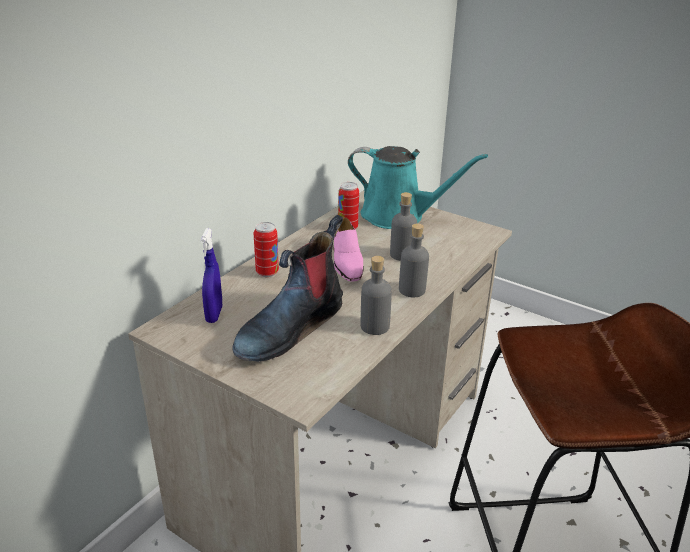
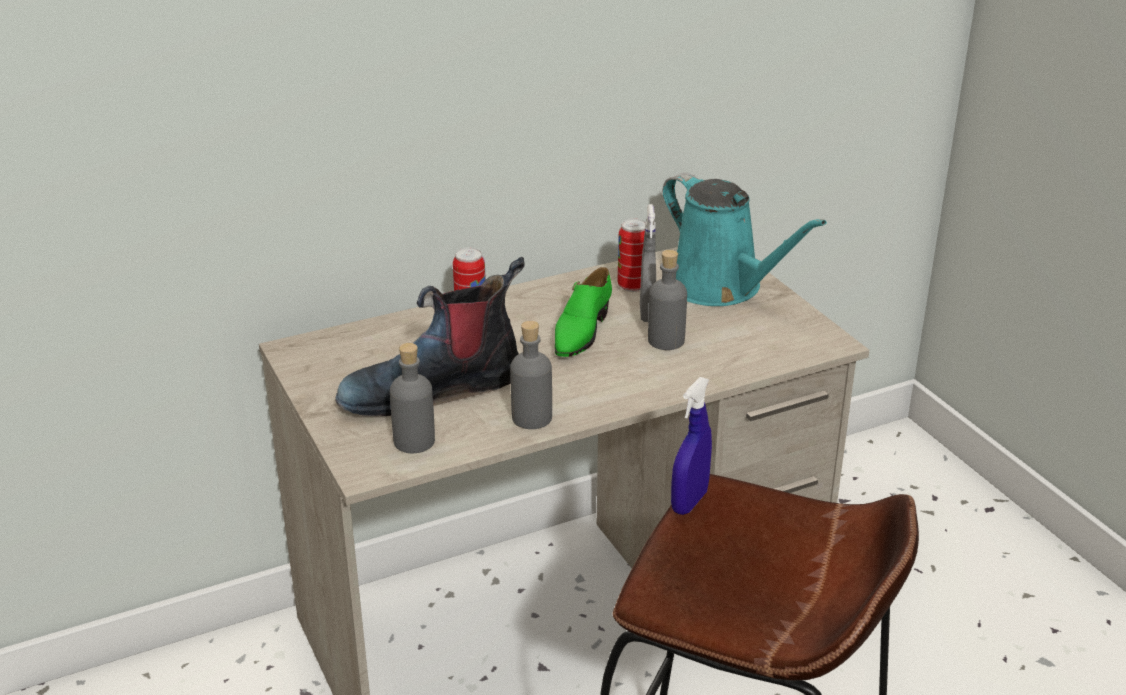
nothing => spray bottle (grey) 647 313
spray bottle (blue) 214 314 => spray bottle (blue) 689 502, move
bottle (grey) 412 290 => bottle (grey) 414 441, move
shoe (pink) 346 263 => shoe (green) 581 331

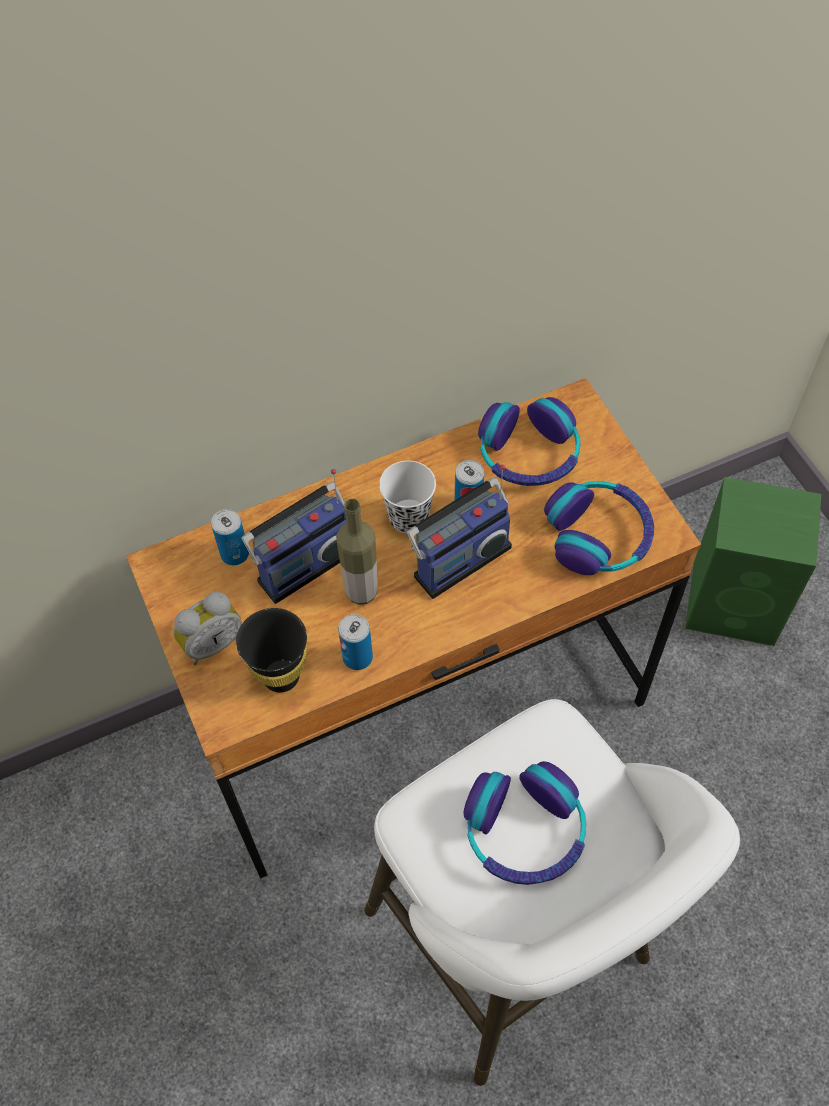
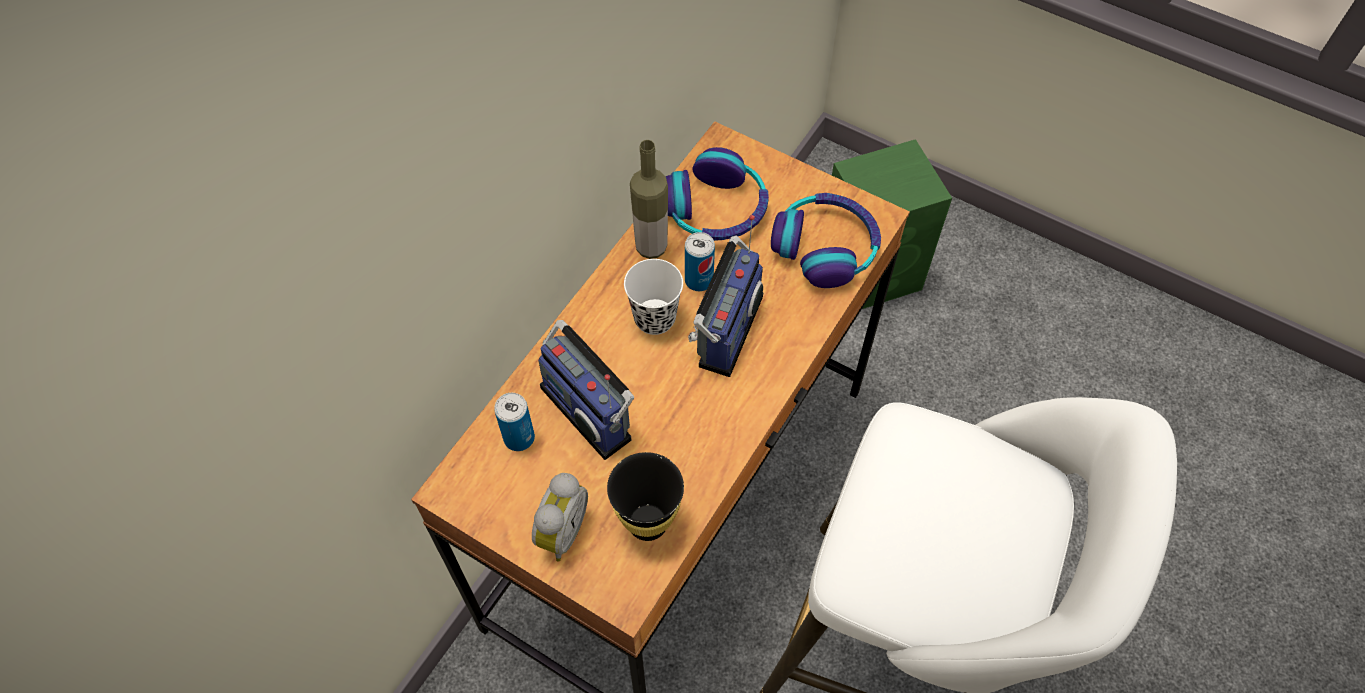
can 357 657 => nothing
headphones 524 831 => nothing
bottle 361 591 => bottle 651 247, move
radio 304 563 => radio 590 409, 120 degrees clockwise

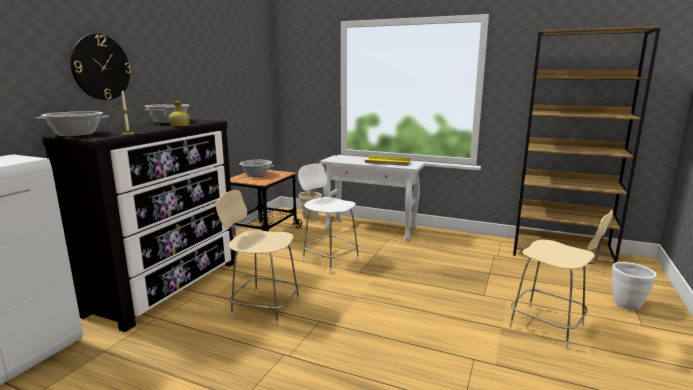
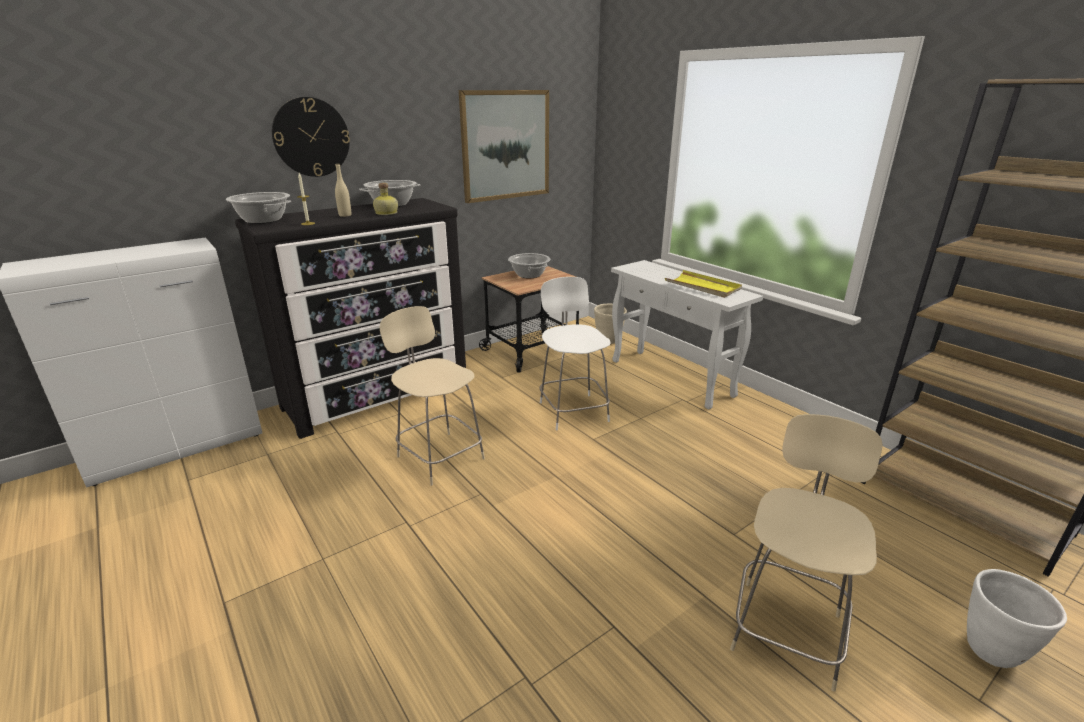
nothing => bottle (beige) 345 215
nothing => picture 506 145
chair (beige) 549 327 => chair (beige) 787 628, 135 degrees counterclockwise

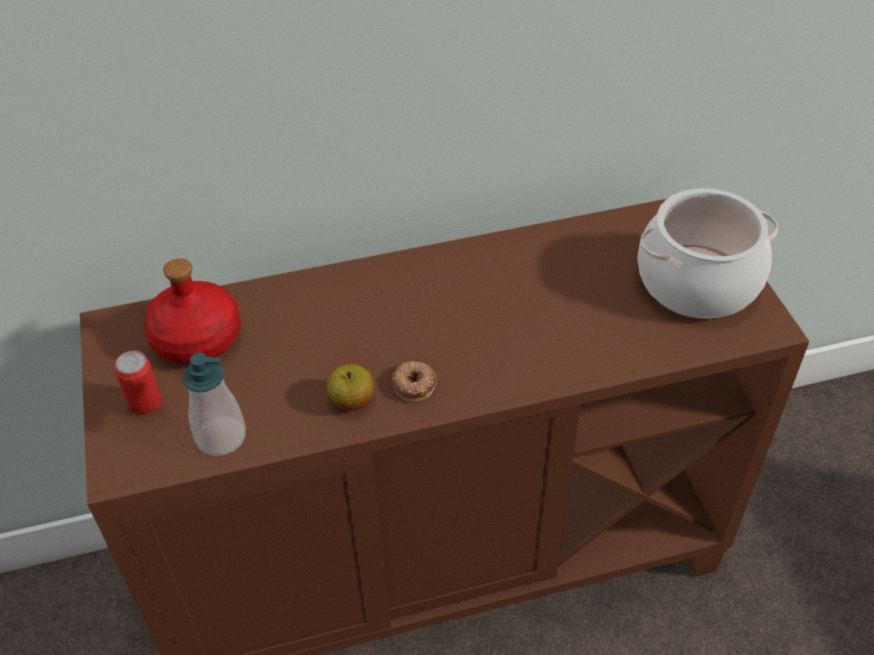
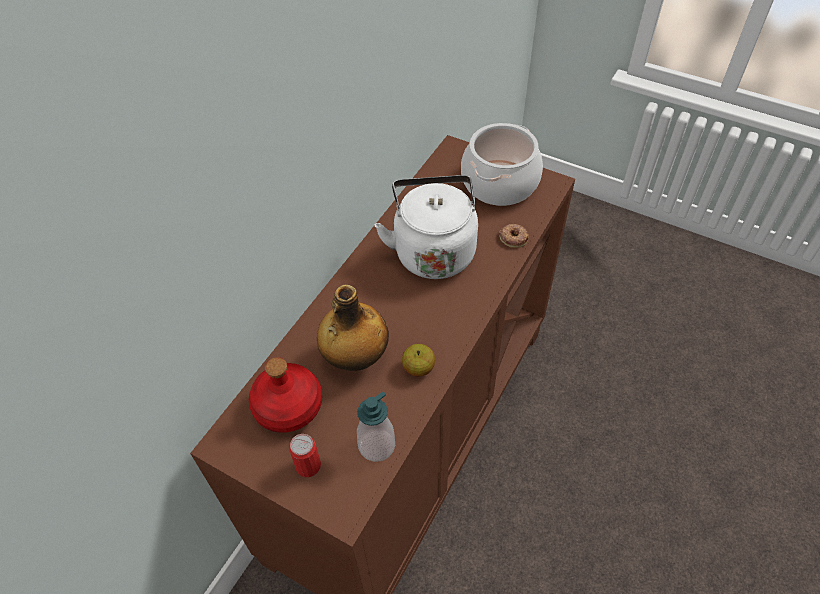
nothing => bottle 355 358
nothing => kettle (white) 433 250
donut 414 384 => donut 513 237, move

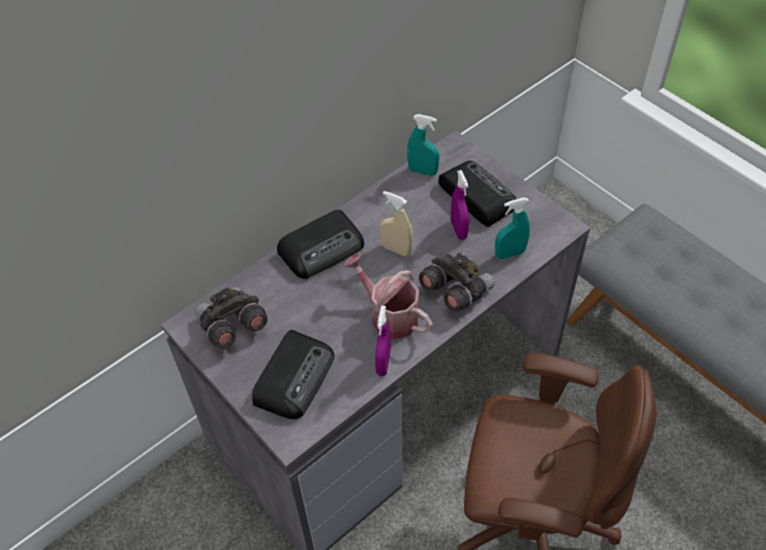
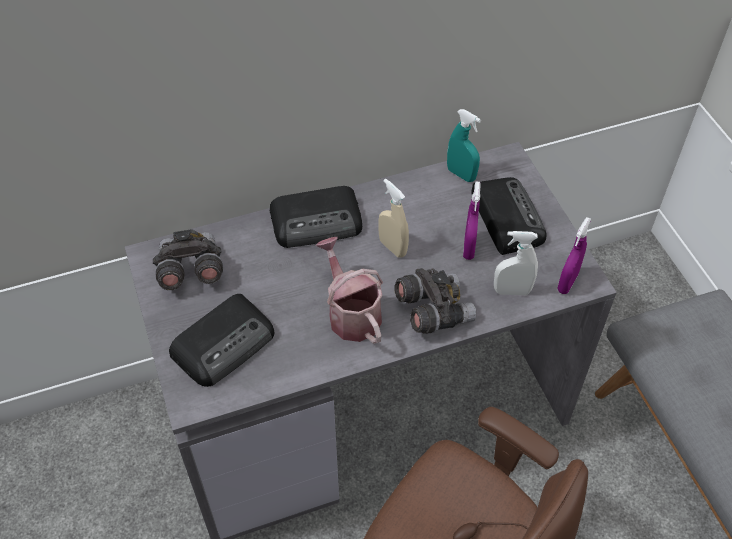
spray bottle (purple) 383 363 => spray bottle (purple) 567 282, move
spray bottle (turquoise) 509 253 => spray bottle (white) 512 291

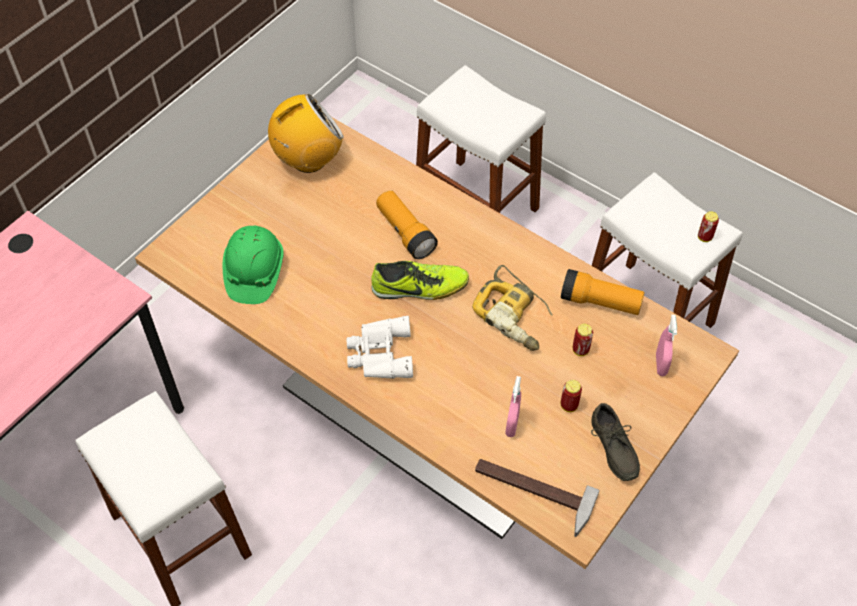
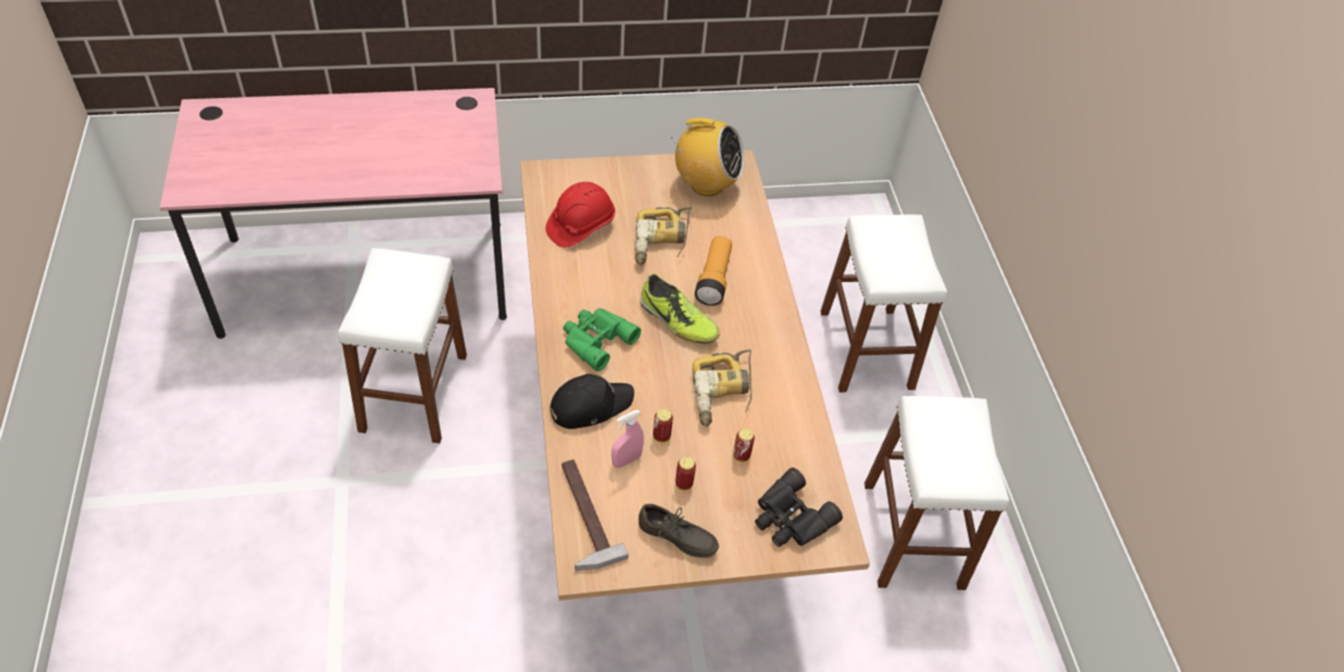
flashlight 600 302 => nothing
nothing => cap (black) 590 405
nothing => power drill 662 242
can 704 237 => can 661 436, move
spray bottle (pink) 660 364 => binoculars (black) 790 518
hard hat (green) 254 273 => hard hat (red) 580 226
binoculars (white) 379 354 => binoculars (green) 595 340
shoe (grey) 611 449 => shoe (grey) 676 539, 90 degrees counterclockwise

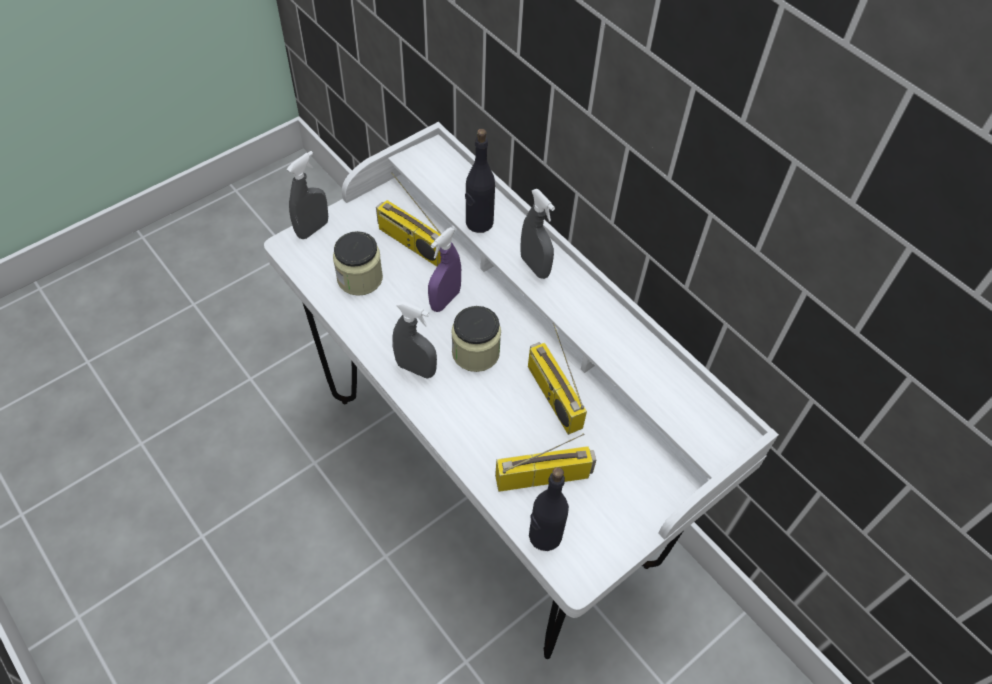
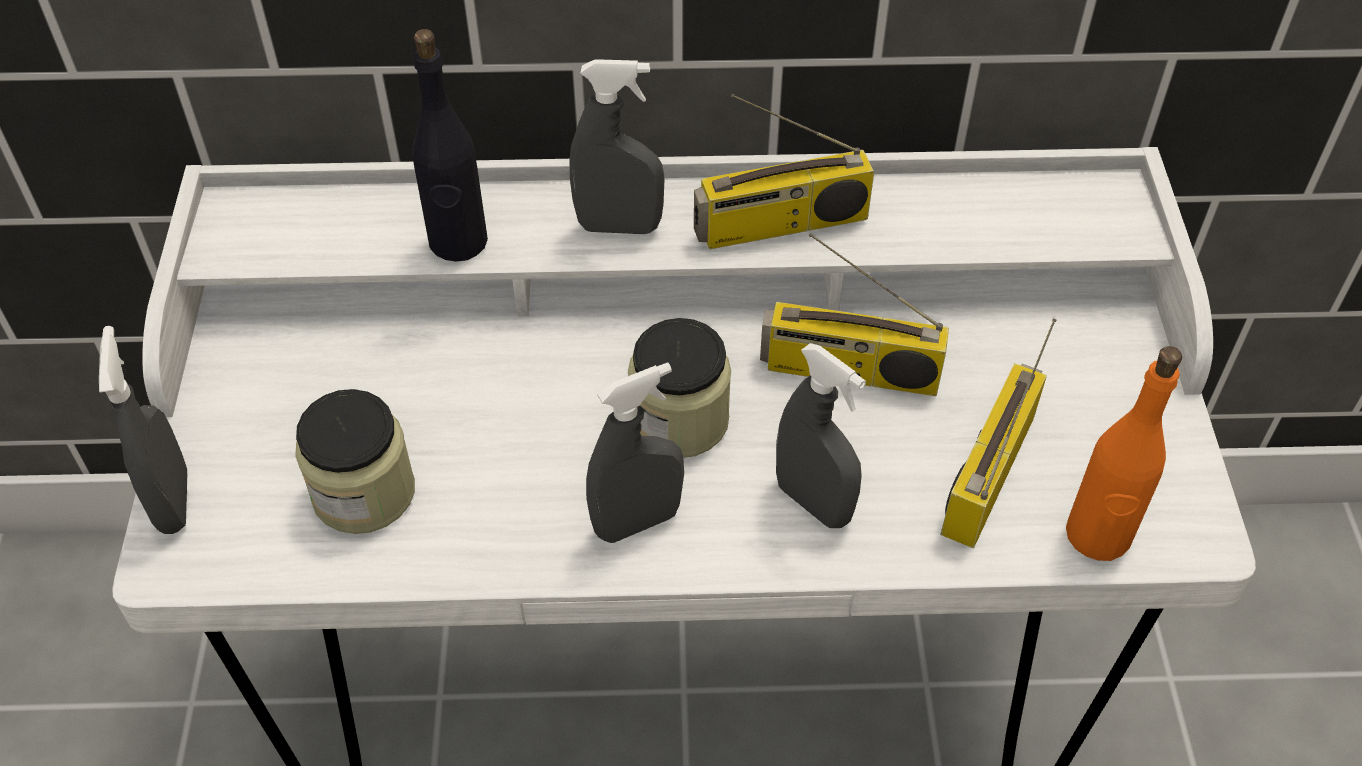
spray bottle (purple) 445 300 => nothing
nothing => spray bottle (grey) 813 503
radio 410 243 => radio 780 226, move
bottle (black) 544 535 => bottle (orange) 1098 535

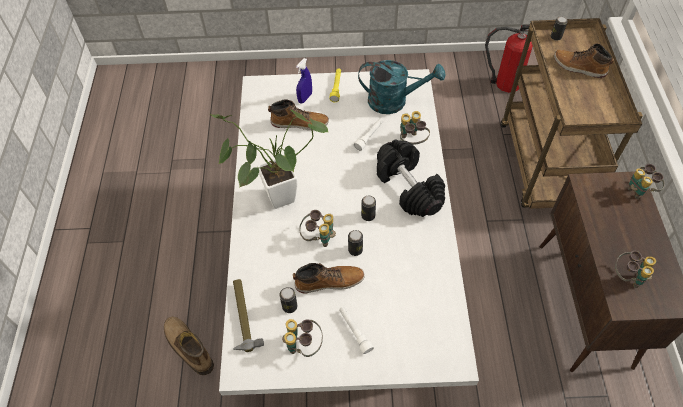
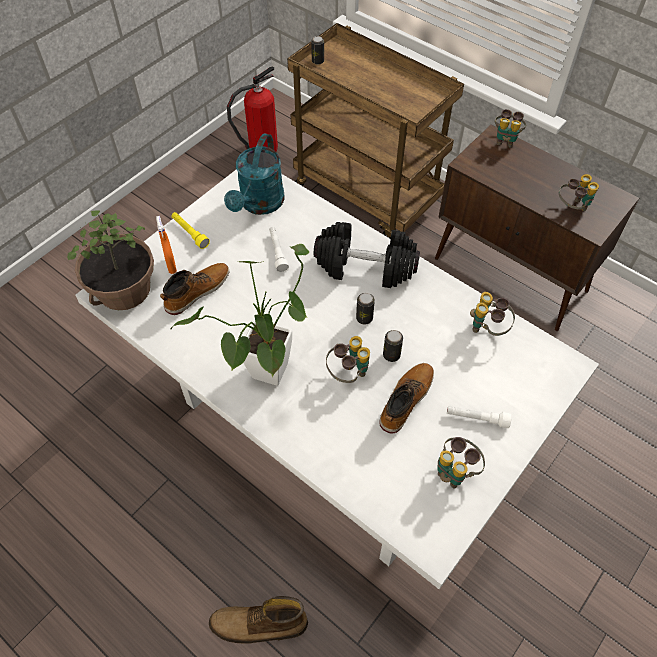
hammer 243 317 => nothing
can 289 306 => nothing
boot 579 67 => nothing
nothing => potted plant 124 289
binoculars 411 141 => binoculars 487 328, move
spray bottle (blue) 305 98 => spray bottle (orange) 171 265
watering can (turquoise) 394 101 => watering can (turquoise) 259 205, 150 degrees clockwise

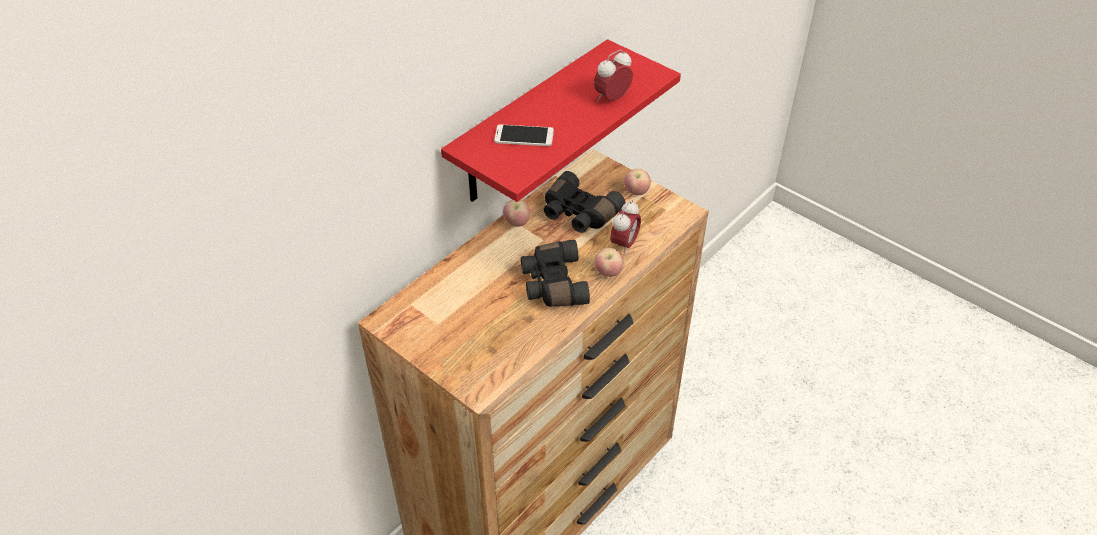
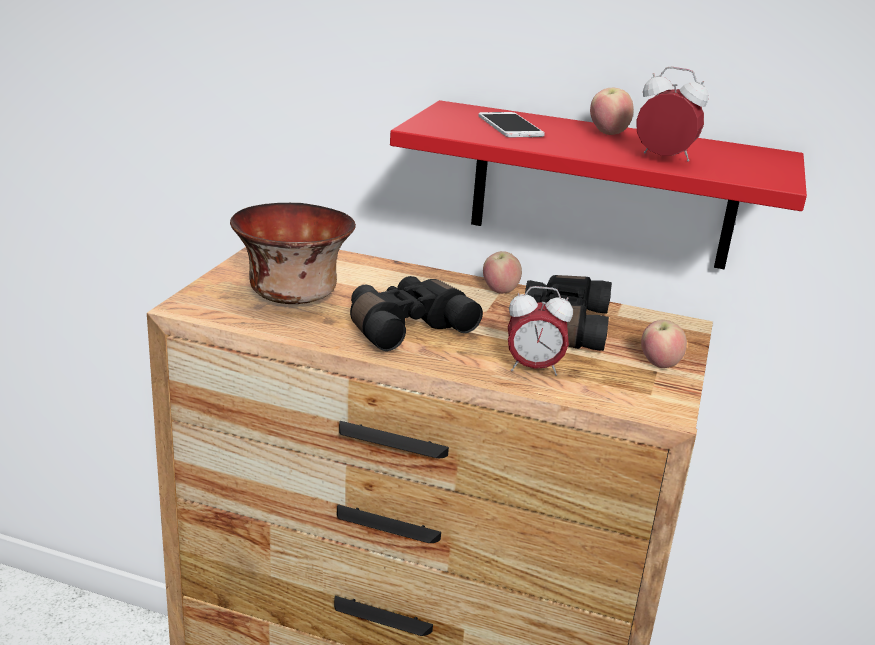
nothing => bowl 291 296
apple 608 273 => apple 608 133, move

